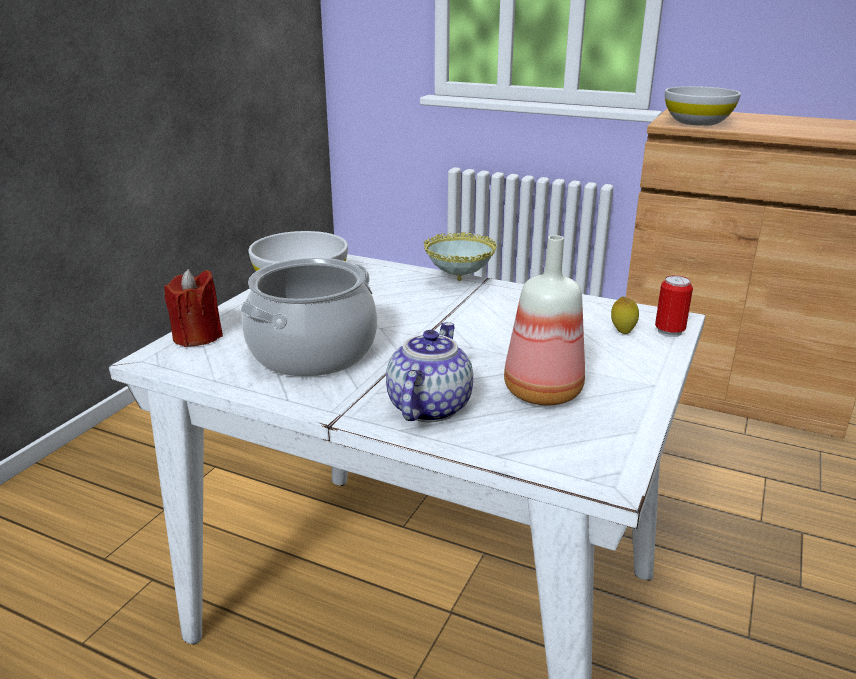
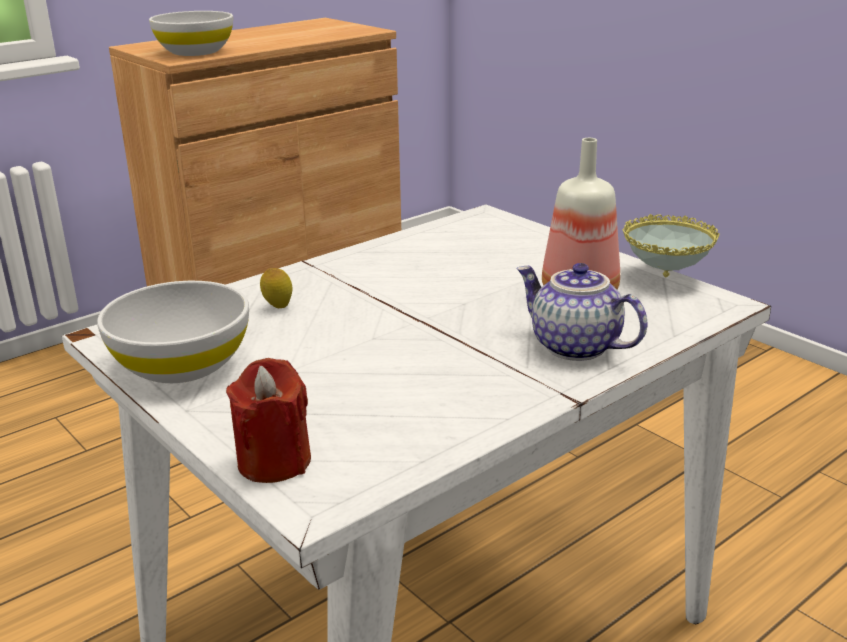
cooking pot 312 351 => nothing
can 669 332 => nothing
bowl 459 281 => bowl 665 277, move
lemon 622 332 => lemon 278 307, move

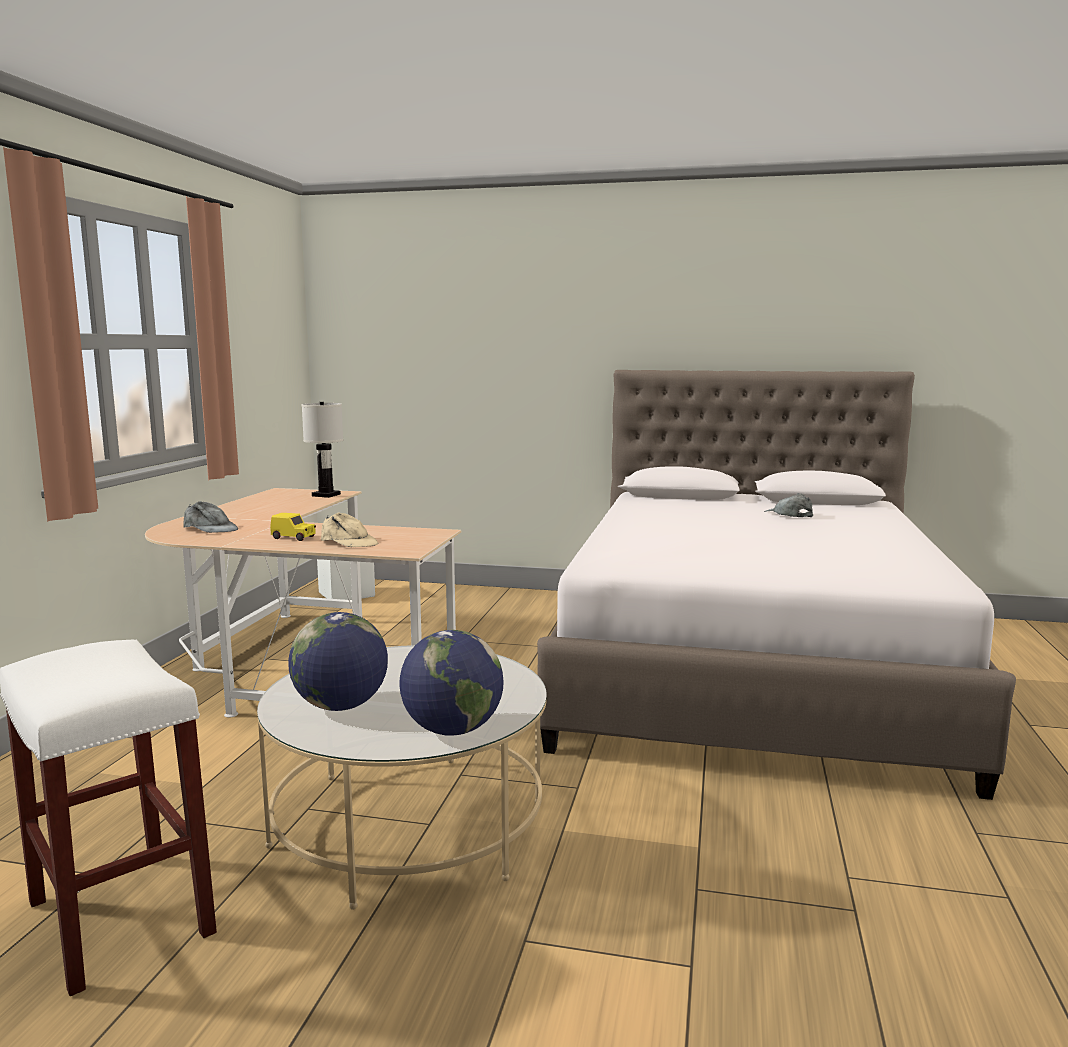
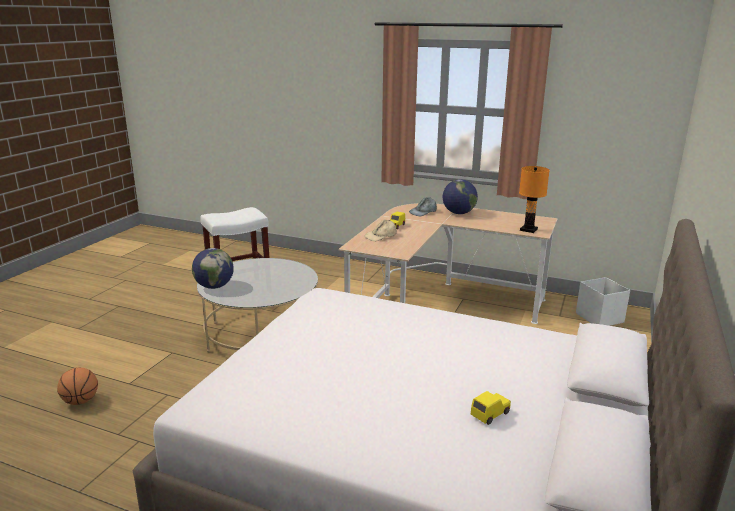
nothing => basketball 81 401
globe 341 706 => globe 458 213, move
cap (grey) 788 514 => toy car (yellow) 490 414
table lamp (white) 325 495 => table lamp (orange) 528 229

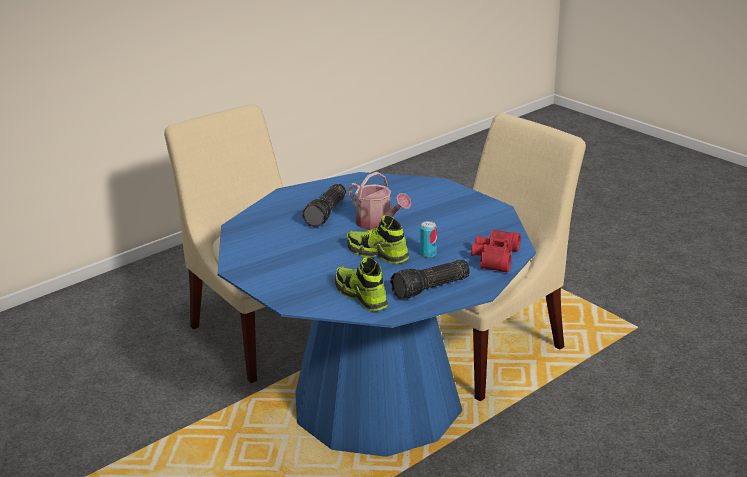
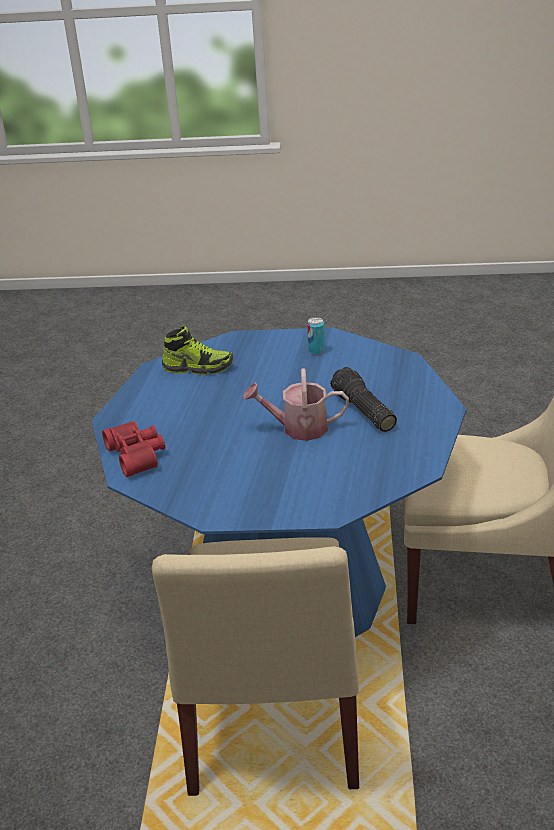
shoe 377 253 => nothing
flashlight 431 289 => nothing
can 428 254 => can 316 351, move

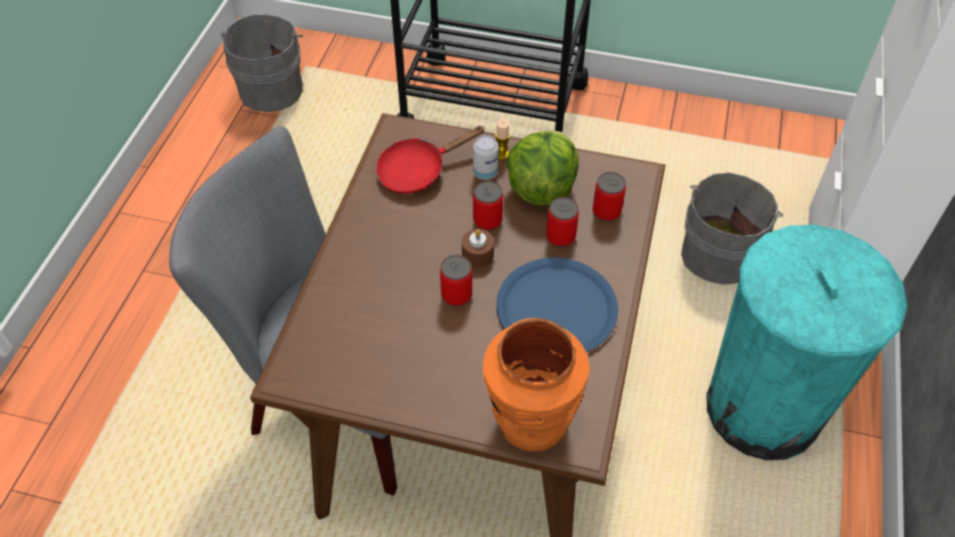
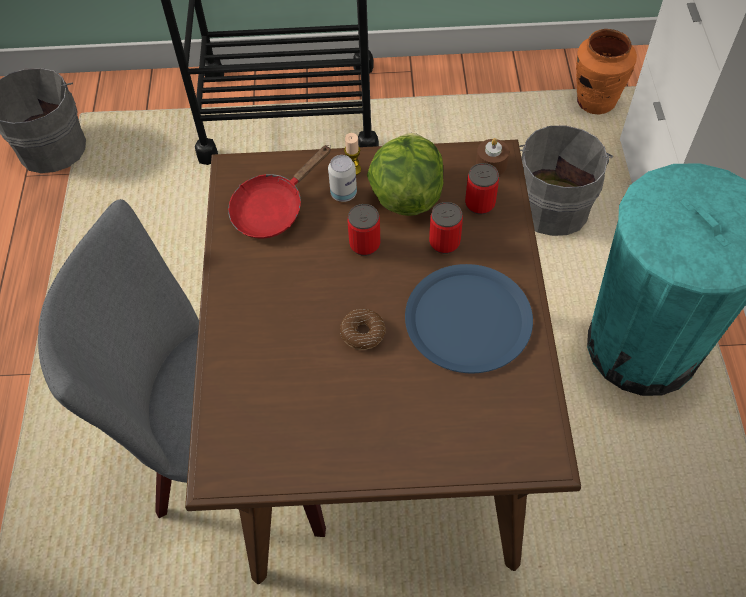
candle (brown) 477 254 => candle (brown) 491 164, move
vase (orange) 531 421 => vase (orange) 595 101, move
can 456 295 => donut 362 333

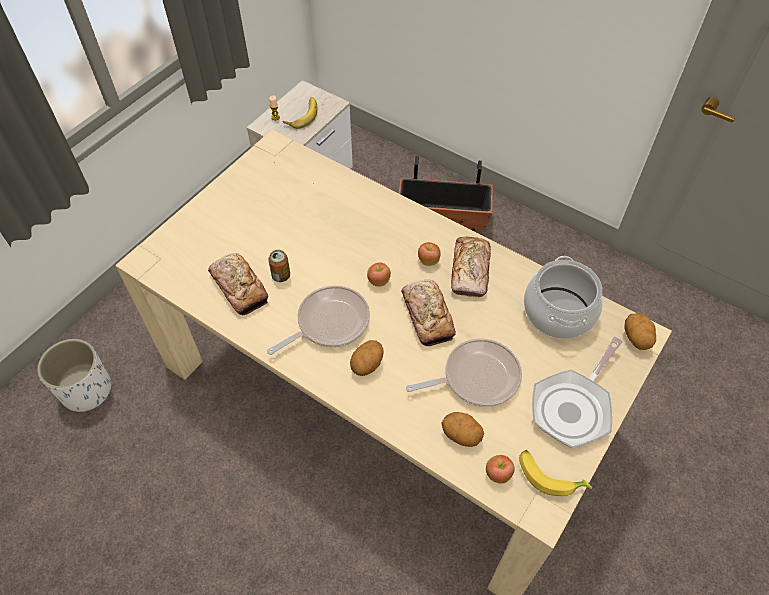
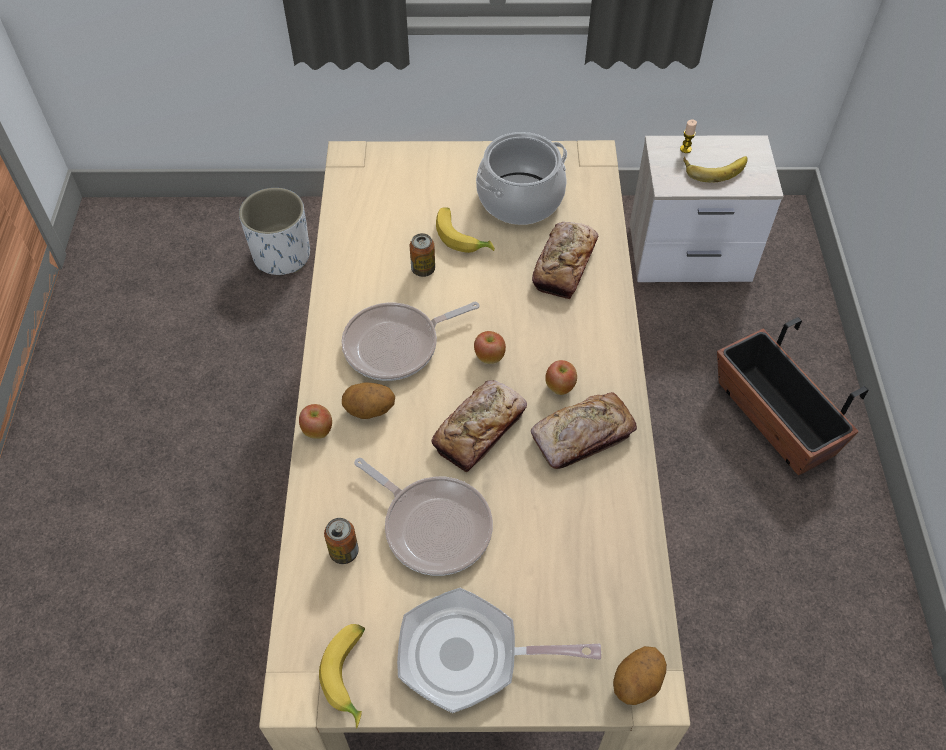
nothing => banana 463 236
bread 239 288 => bread 564 265, move
apple 498 474 => apple 318 430, move
cooking pot 558 312 => cooking pot 520 198, move
potato 461 435 => can 344 552
frying pan 329 323 => frying pan 397 345, 135 degrees clockwise

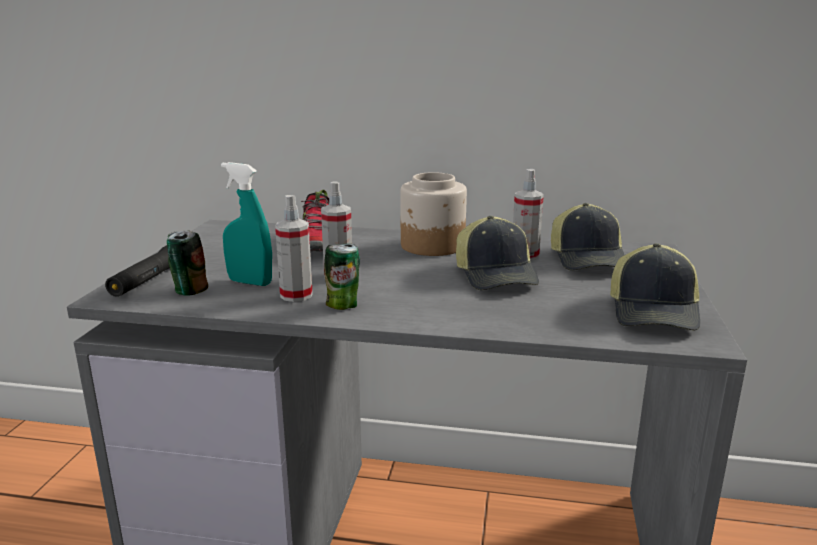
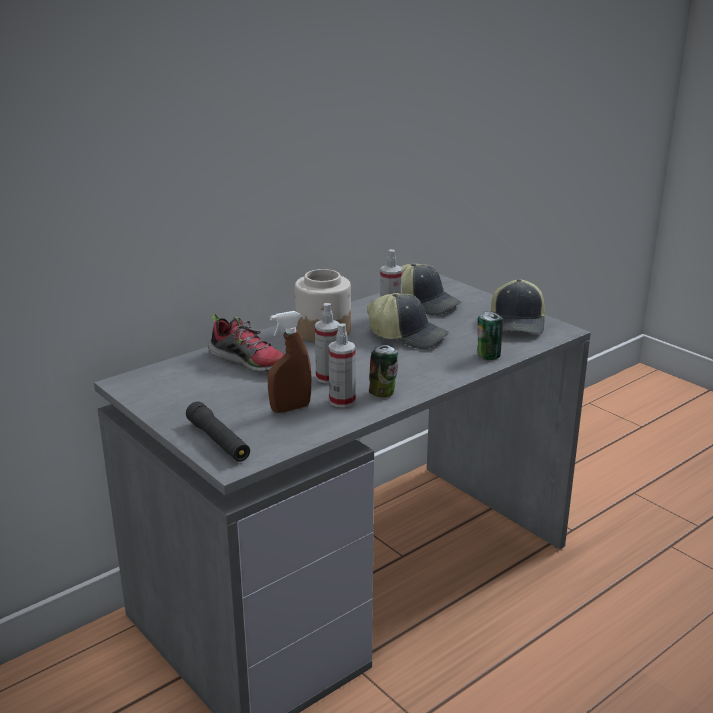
can 189 291 => can 488 356, move
spray bottle (turquoise) 250 282 => spray bottle (brown) 290 408
cap 654 312 => cap 518 324, 45 degrees clockwise

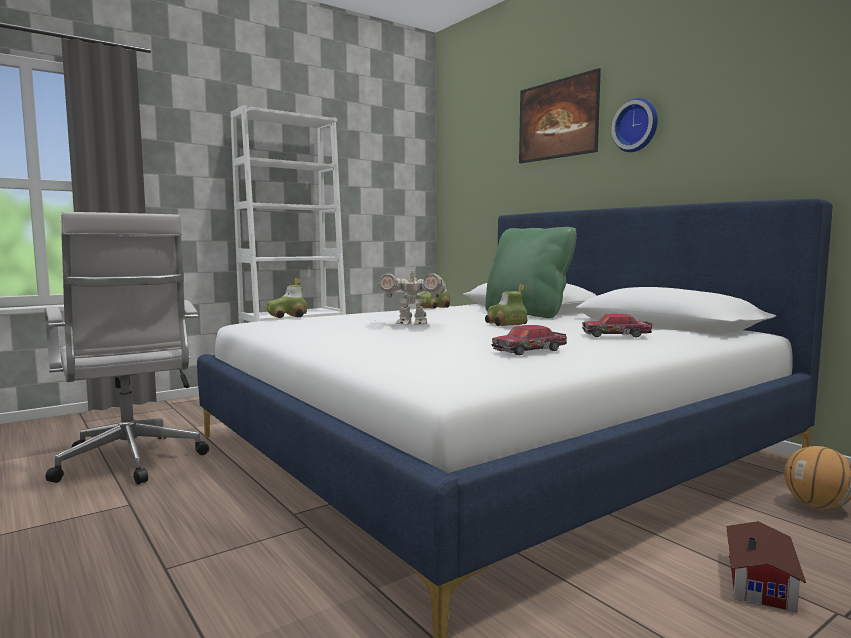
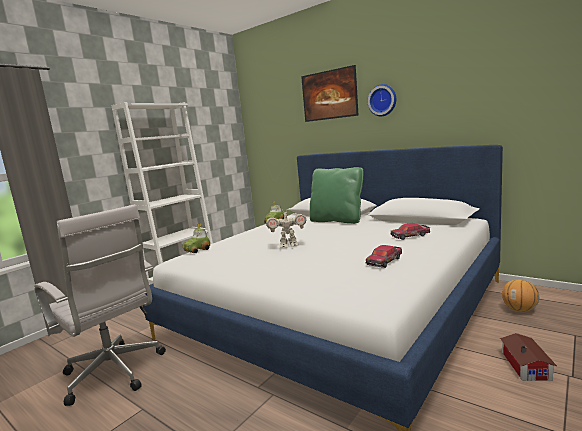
toy car 505 324 => nothing

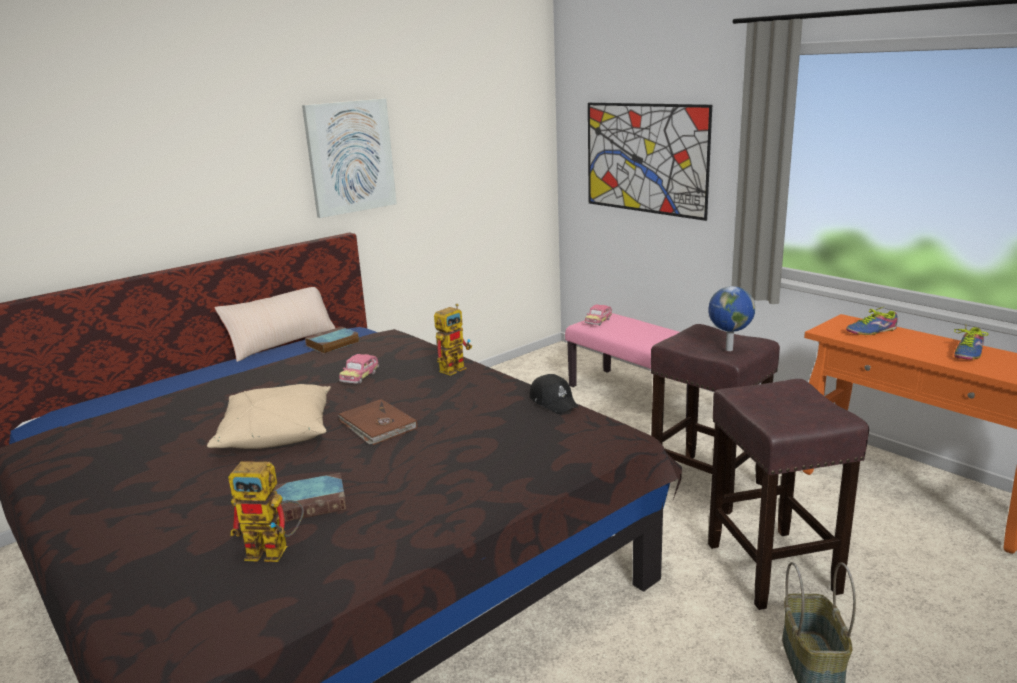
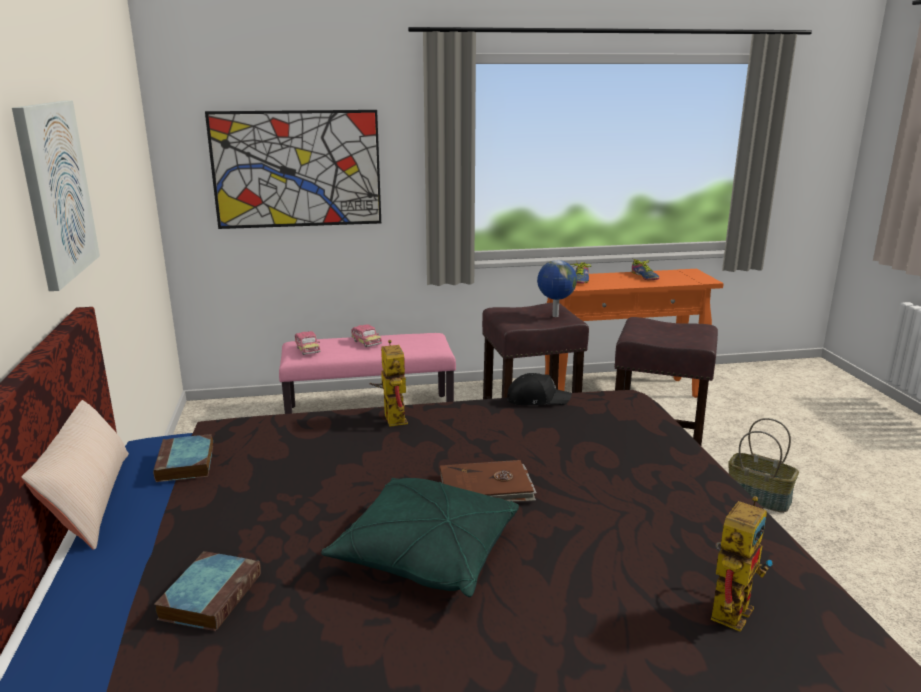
book 312 503 => book 211 595, move
toy car 360 377 => toy car 366 342, move
pillow (beige) 276 433 => pillow (green) 426 554

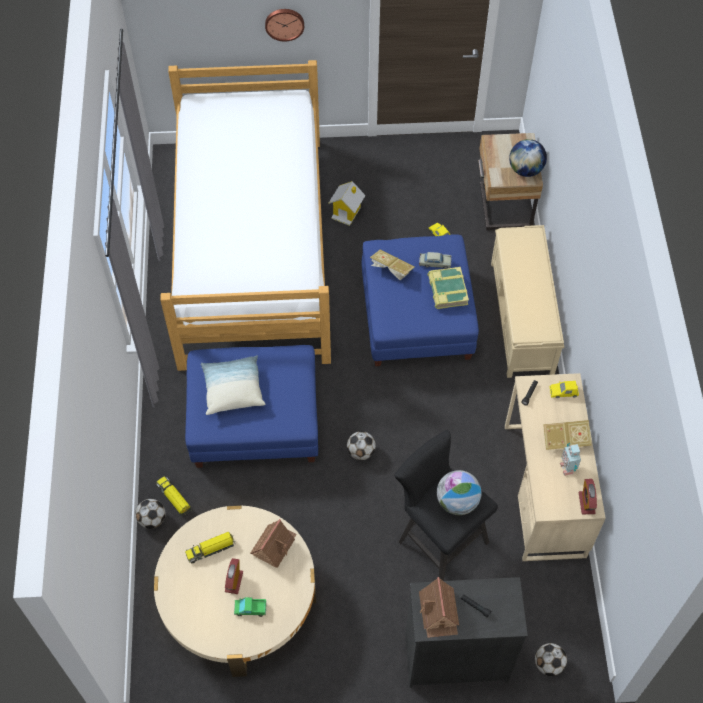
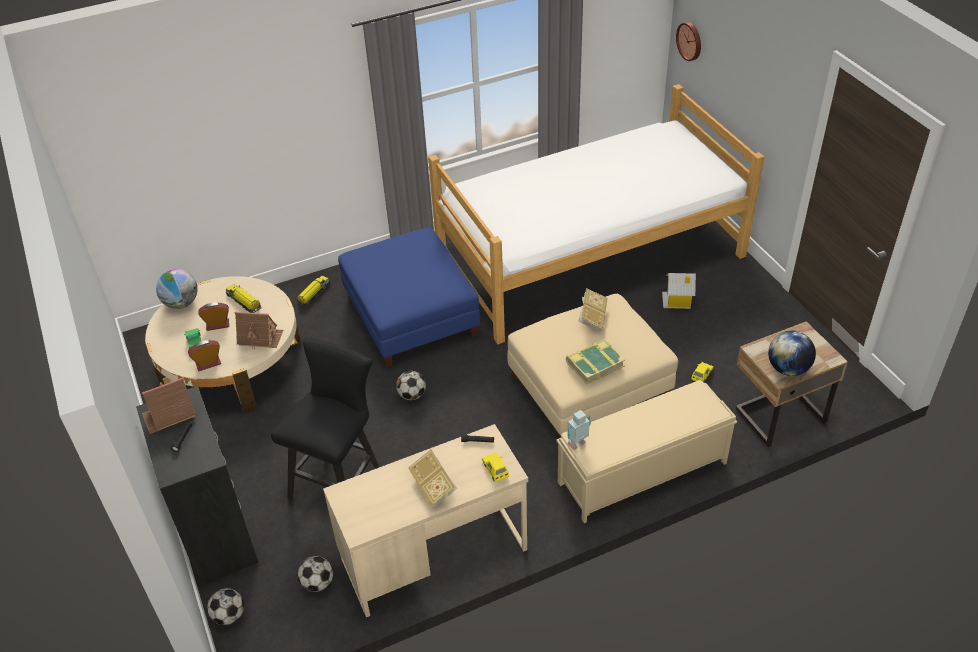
pillow 233 390 => nothing
toy car (beige) 435 263 => nothing
football 152 519 => football 318 583, move
wall clock 284 23 => wall clock 690 41, move
globe 457 501 => globe 181 303, move
toy robot 567 467 => toy robot 578 444, move
alarm clock 586 503 => alarm clock 208 364, move
ottoman (blue) 416 316 => ottoman (beige) 589 387

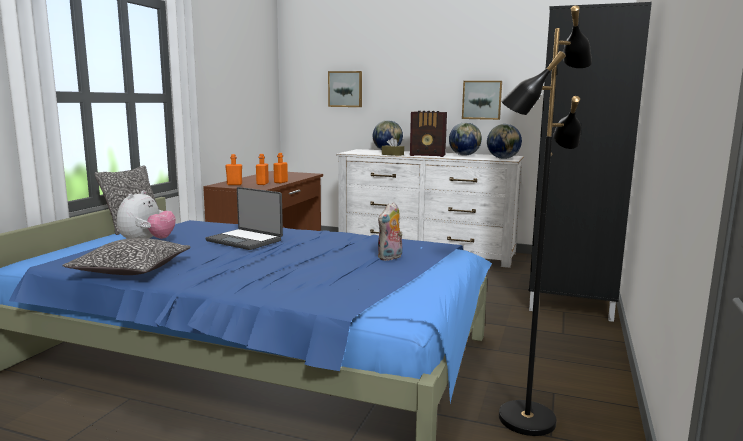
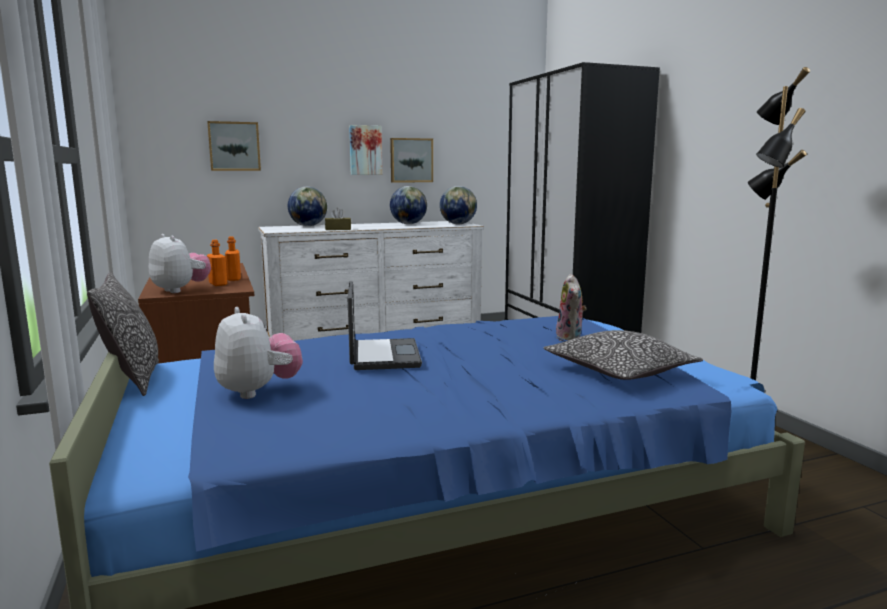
radio 428 155 => nothing
nothing => picture 365 150
pillow 131 270 => pillow 619 371, move
bottle (orange) 234 184 => plush toy 180 290
laptop 245 240 => laptop 382 356, 90 degrees counterclockwise

